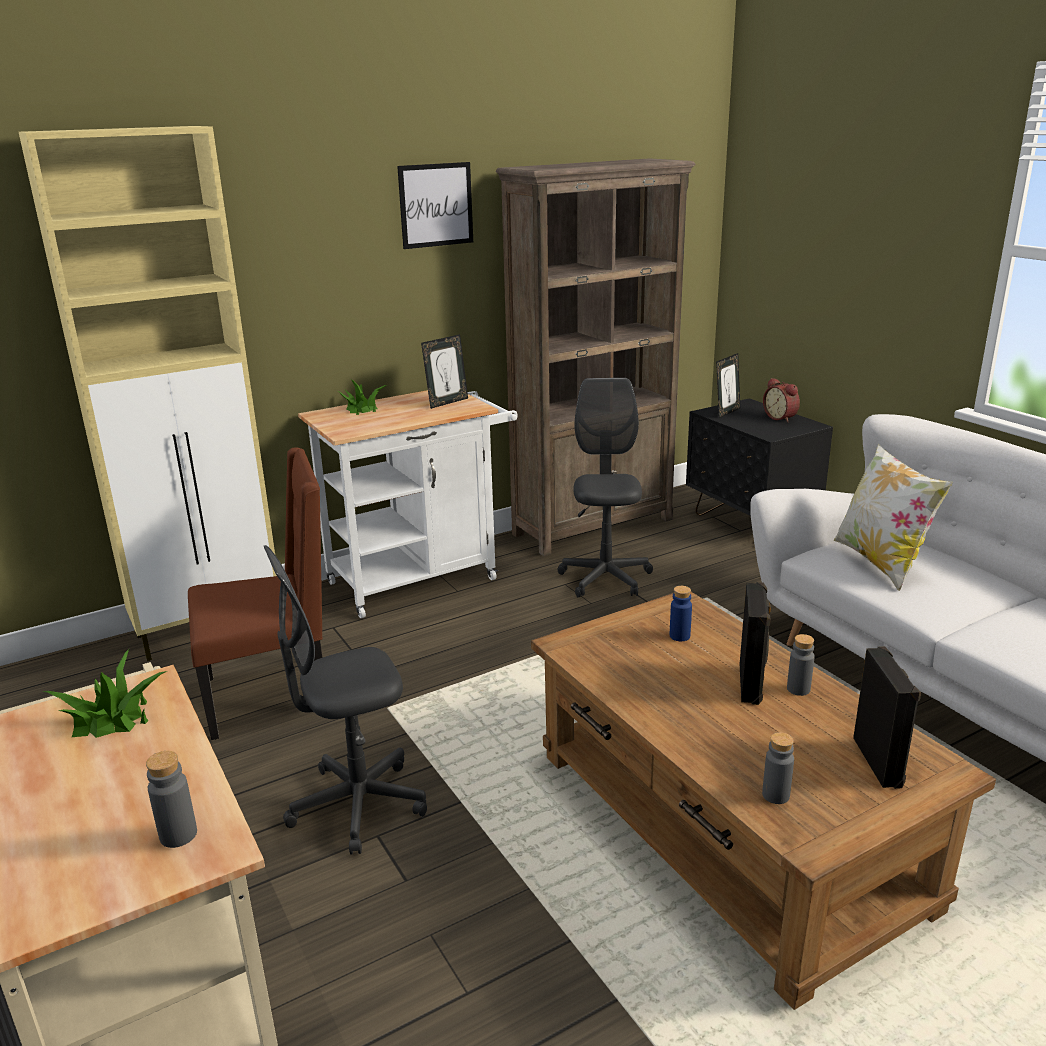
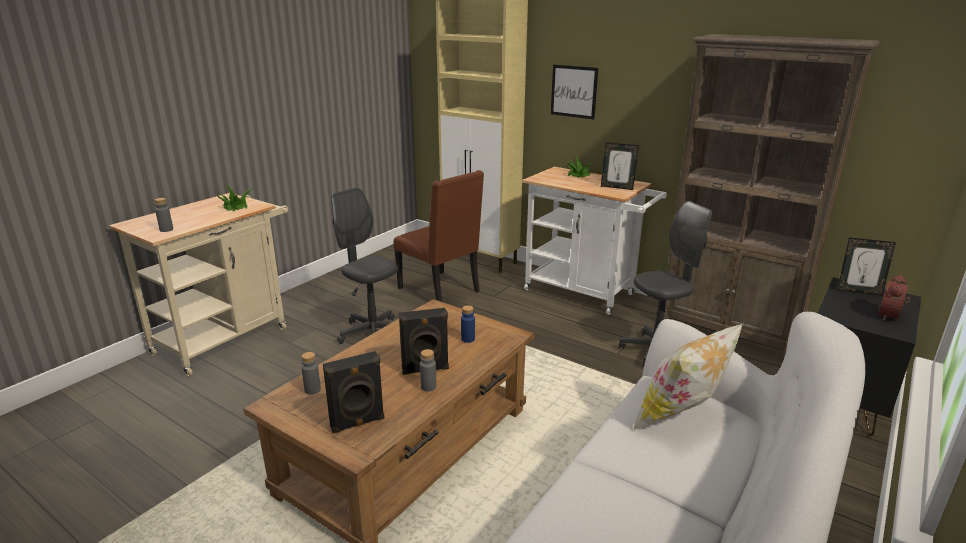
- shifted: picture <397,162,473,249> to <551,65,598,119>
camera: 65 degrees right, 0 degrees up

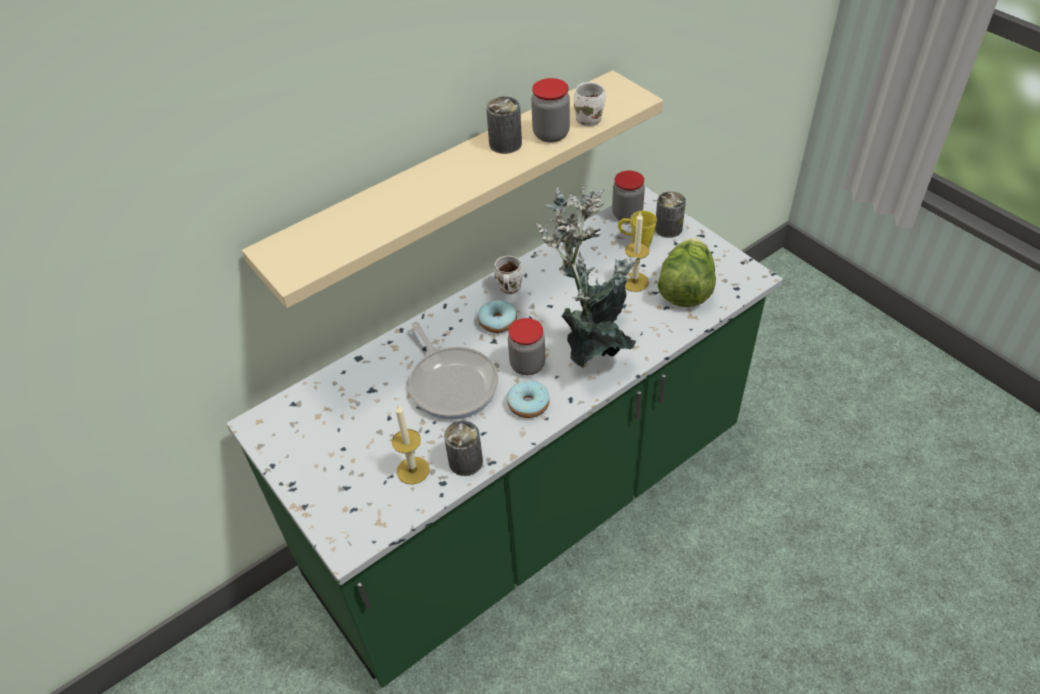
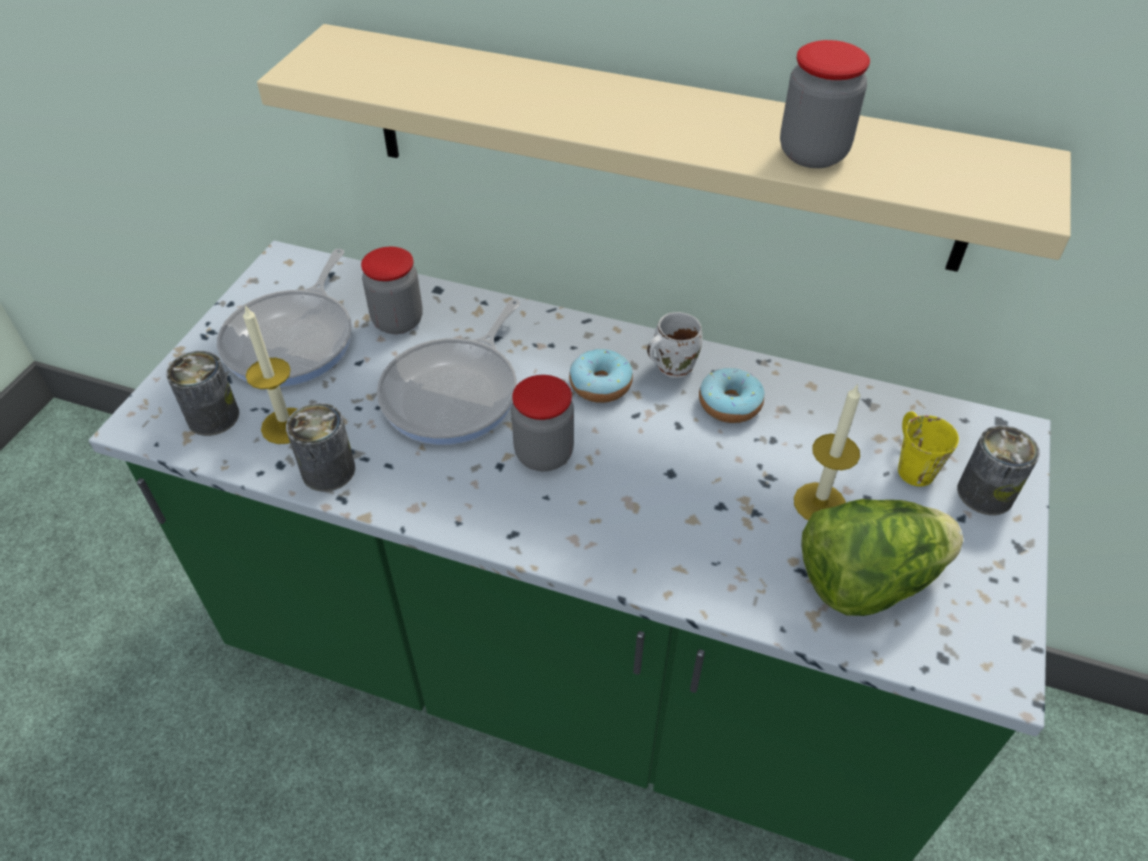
- shifted: sealed can <486,96,522,154> to <166,351,239,436>
- shifted: ring doughnut <507,380,550,418> to <699,368,765,423>
- gone: plant in a pot <535,186,637,368>
- gone: tea mug in whitish <573,82,606,127>
- shifted: preserve jar <612,171,645,220> to <361,247,423,334>
- new: skillet <217,249,352,387>
camera: 55 degrees right, 0 degrees up

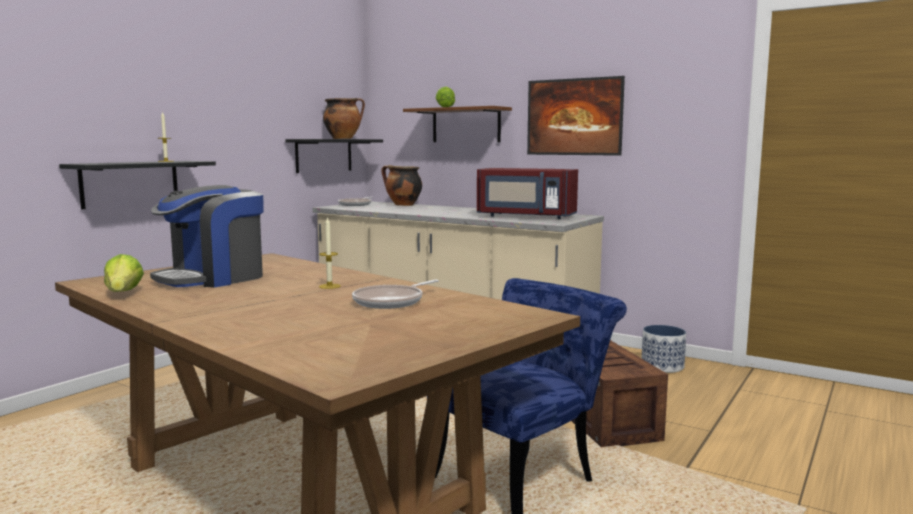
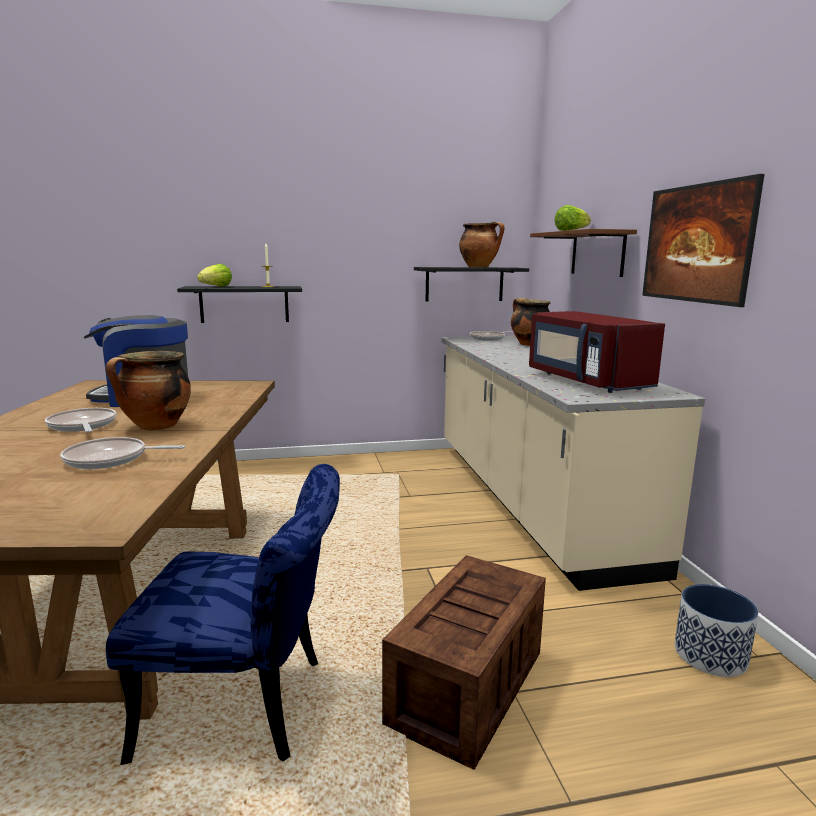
- shifted: lettuce head <104,254,144,292> to <197,264,232,287>
- swapped: wax light <319,217,341,289> to stockpot <106,351,191,431>
- new: skillet <45,408,116,432>
camera: 45 degrees right, 5 degrees up

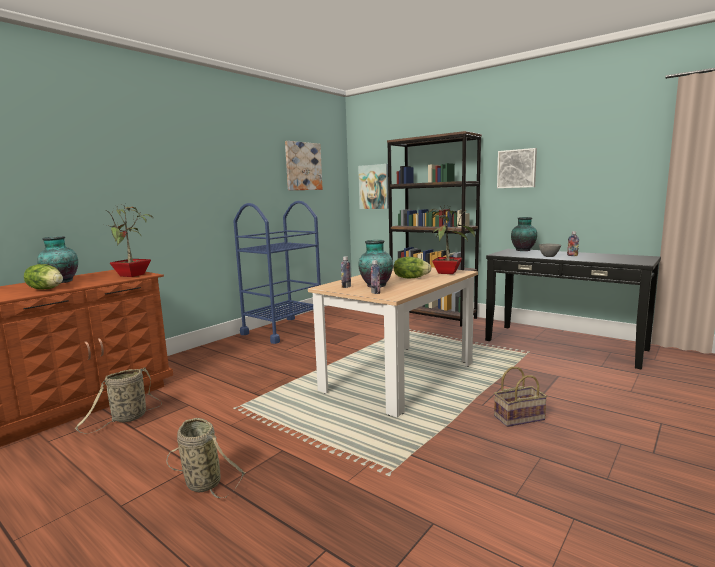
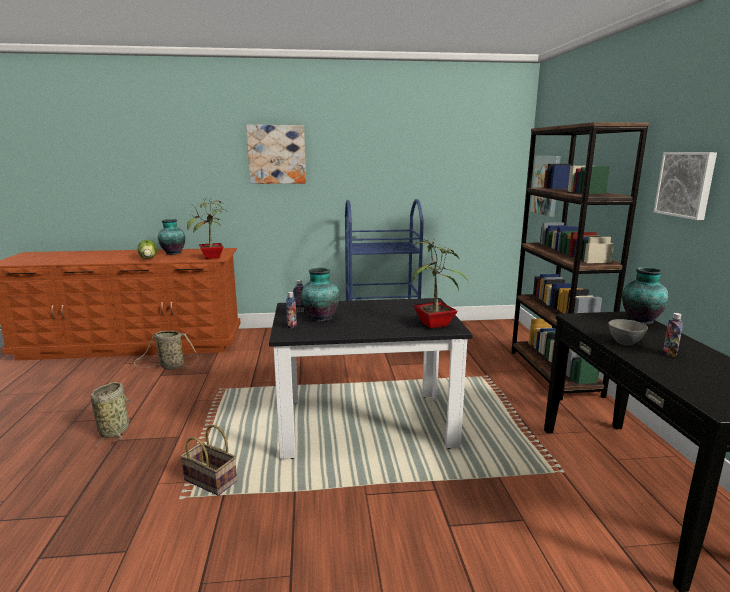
- shifted: picture <285,141,323,191> to <246,125,306,184>
- repainted: dining table in sand-coloured <308,266,478,417> to dining table in black <269,298,473,459>
- gone: lettuce head <394,257,431,278>
- shifted: storage basket <494,367,547,427> to <180,425,237,496>
camera: 45 degrees right, 5 degrees up

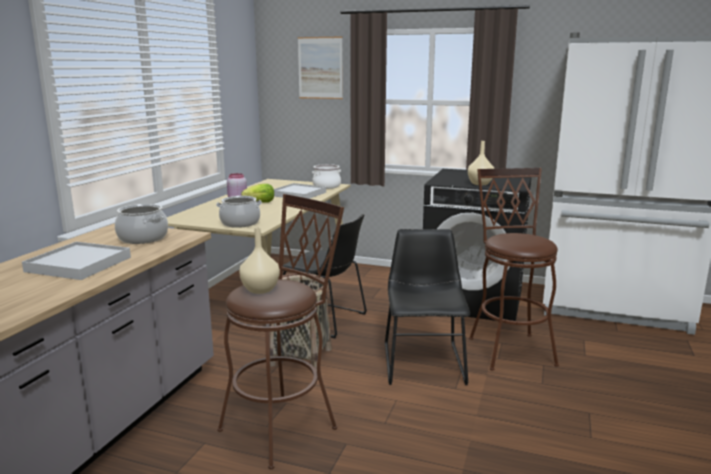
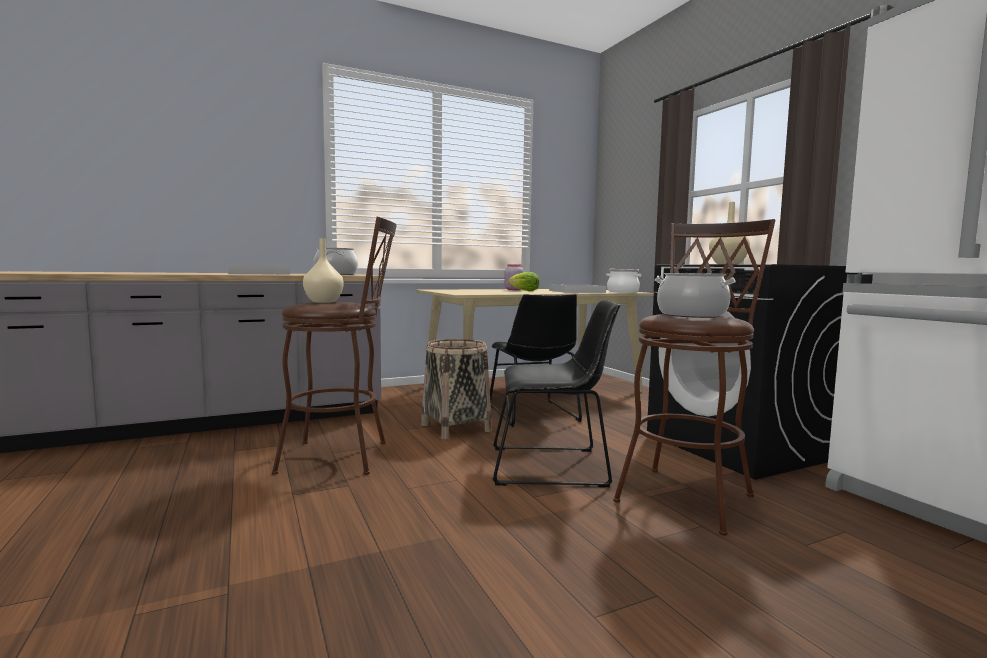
- shifted: stockpot <216,196,262,228> to <655,273,736,318>
- gone: picture <298,36,343,99>
- rotated: plain chair in black <385,229,470,385> = <492,300,620,487> 45 degrees clockwise
camera: 45 degrees right, 10 degrees down

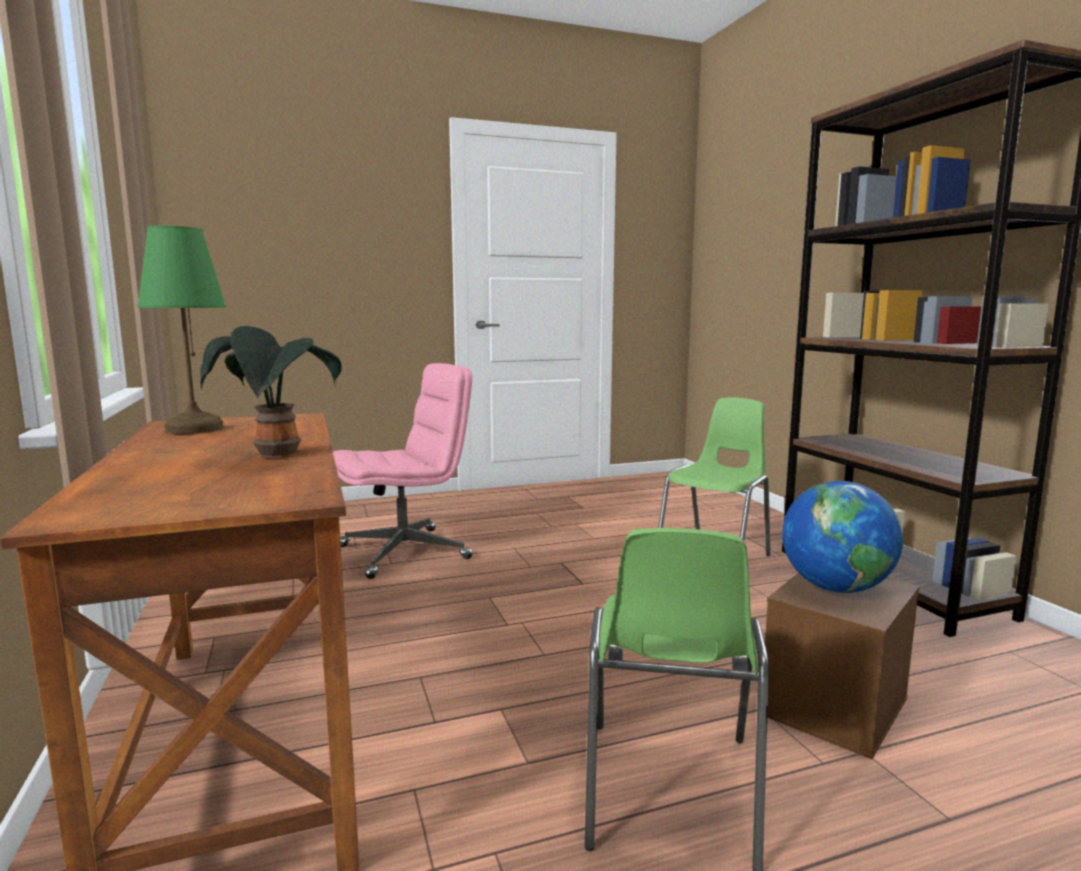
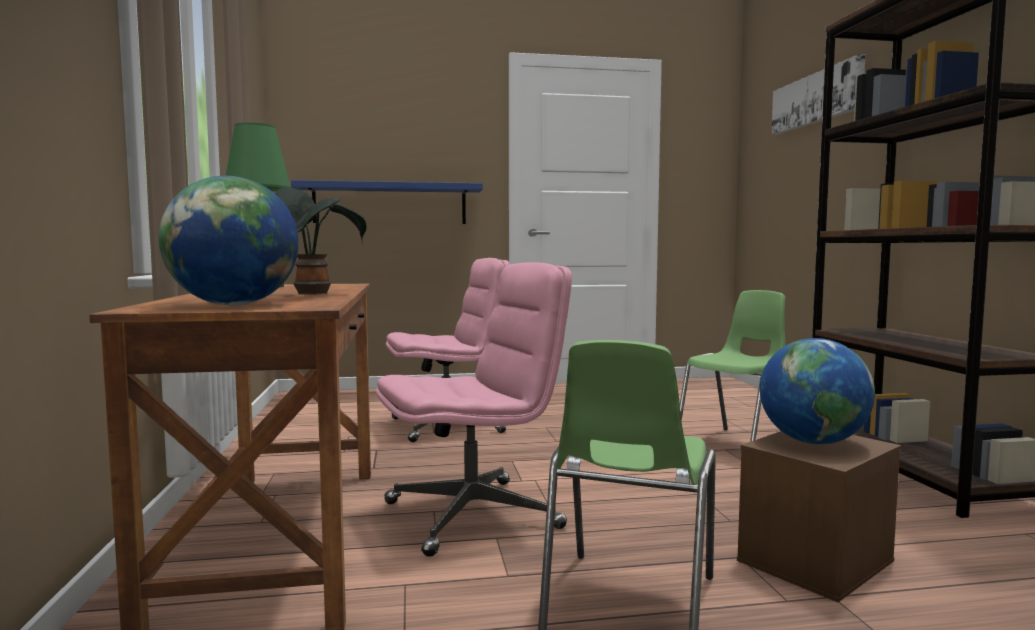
- new: globe <159,176,299,305>
- new: wall shelf in blue-coloured <291,180,483,224>
- new: computer chair in pink <376,262,572,557>
- new: picture <771,54,866,135>
camera: 10 degrees right, 5 degrees down

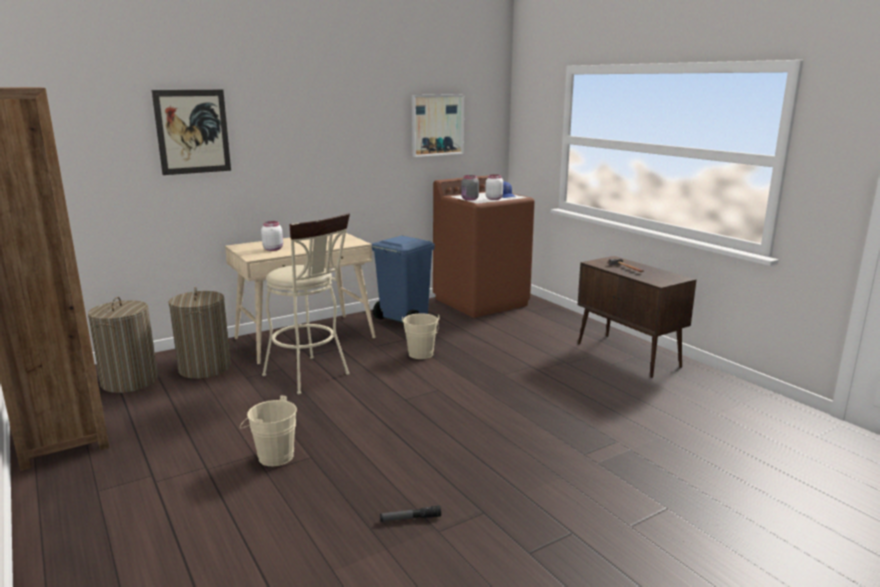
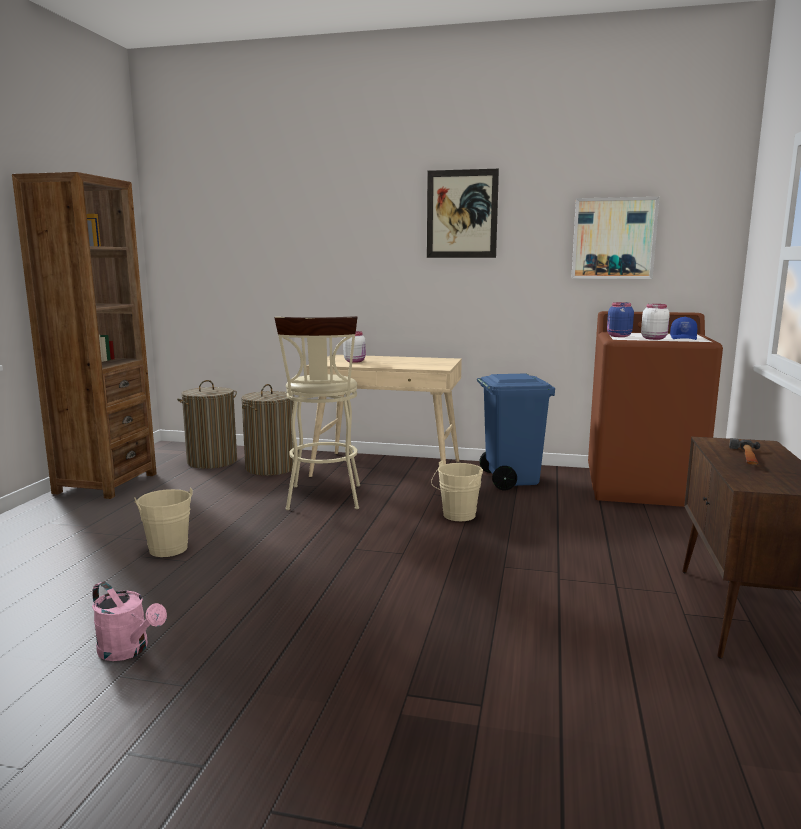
- shifted: picture <152,90,231,175> to <427,169,499,258>
- swapped: torch <380,505,441,522> to sprinkling can in pink <92,582,167,661>
- repainted: preserve jar in gray <461,175,479,201> to preserve jar in blue-coloured <607,302,634,337>
camera: 45 degrees right, 5 degrees down

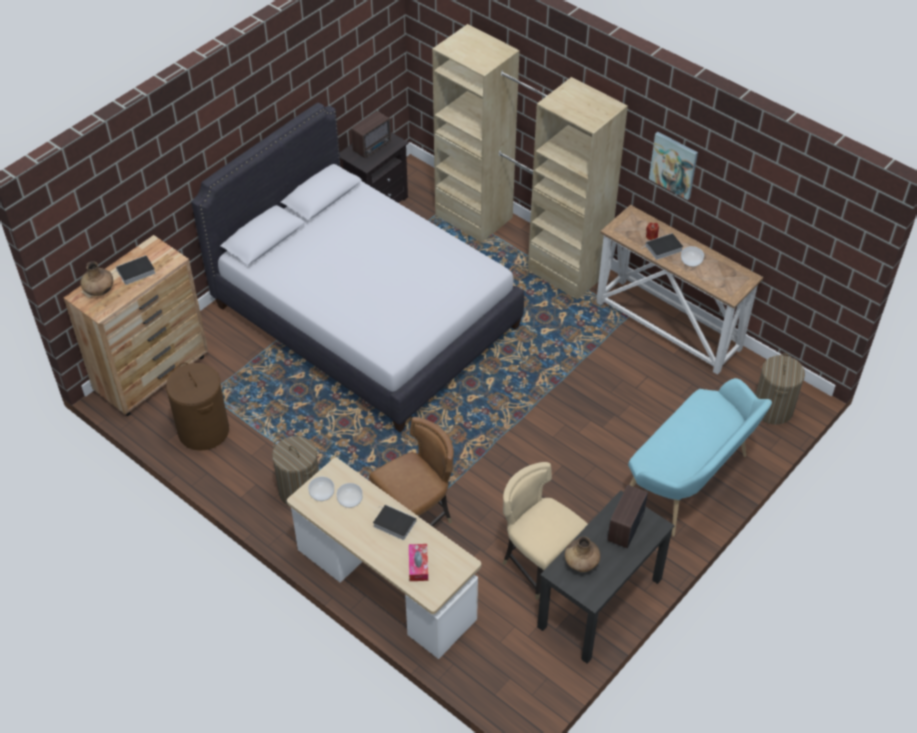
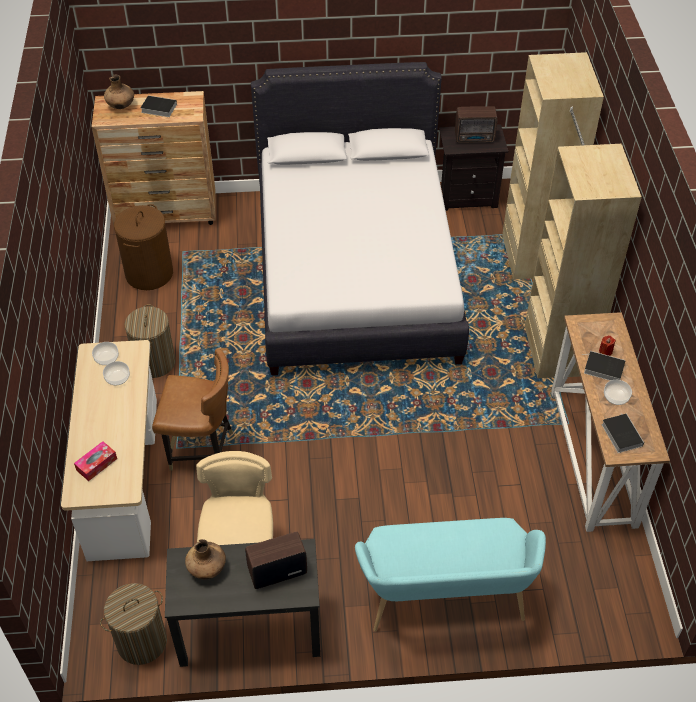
- shifted: bound book <373,504,416,540> to <602,412,644,453>
- gone: picture <649,132,698,200>
- shifted: washing basket <756,353,805,425> to <100,583,167,665>
camera: 45 degrees right, 0 degrees up

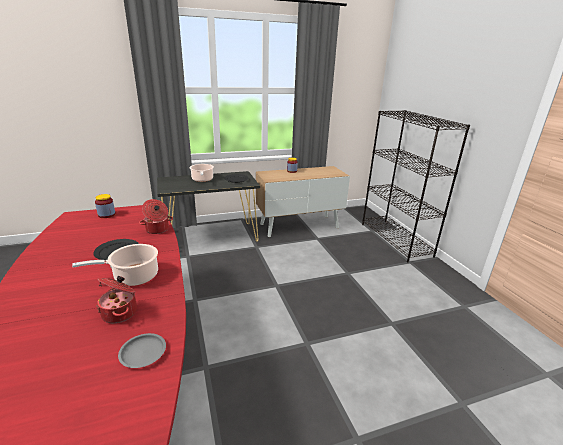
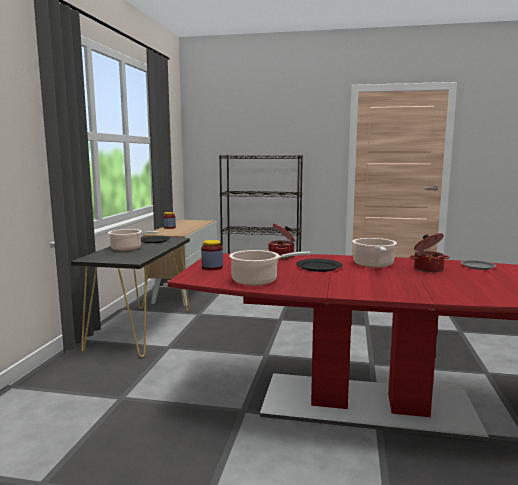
- new: stockpot <229,250,311,286>
camera: 60 degrees left, 15 degrees down

